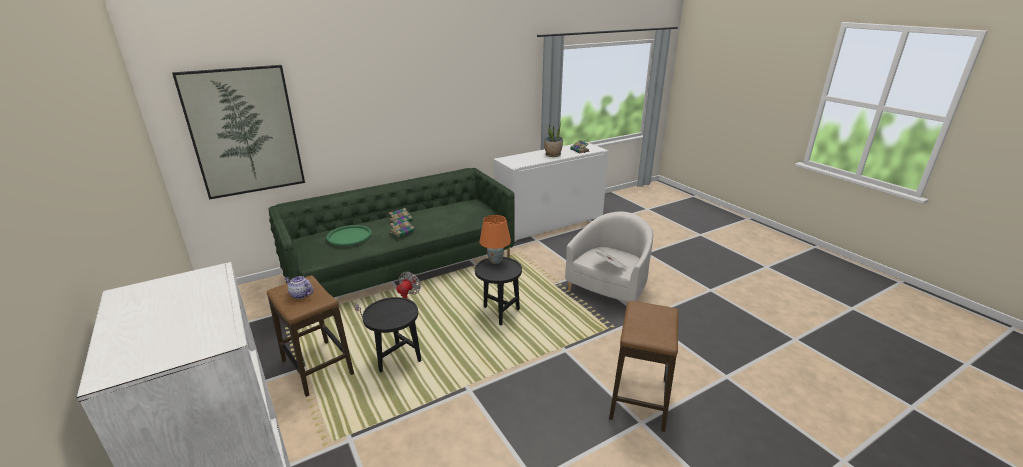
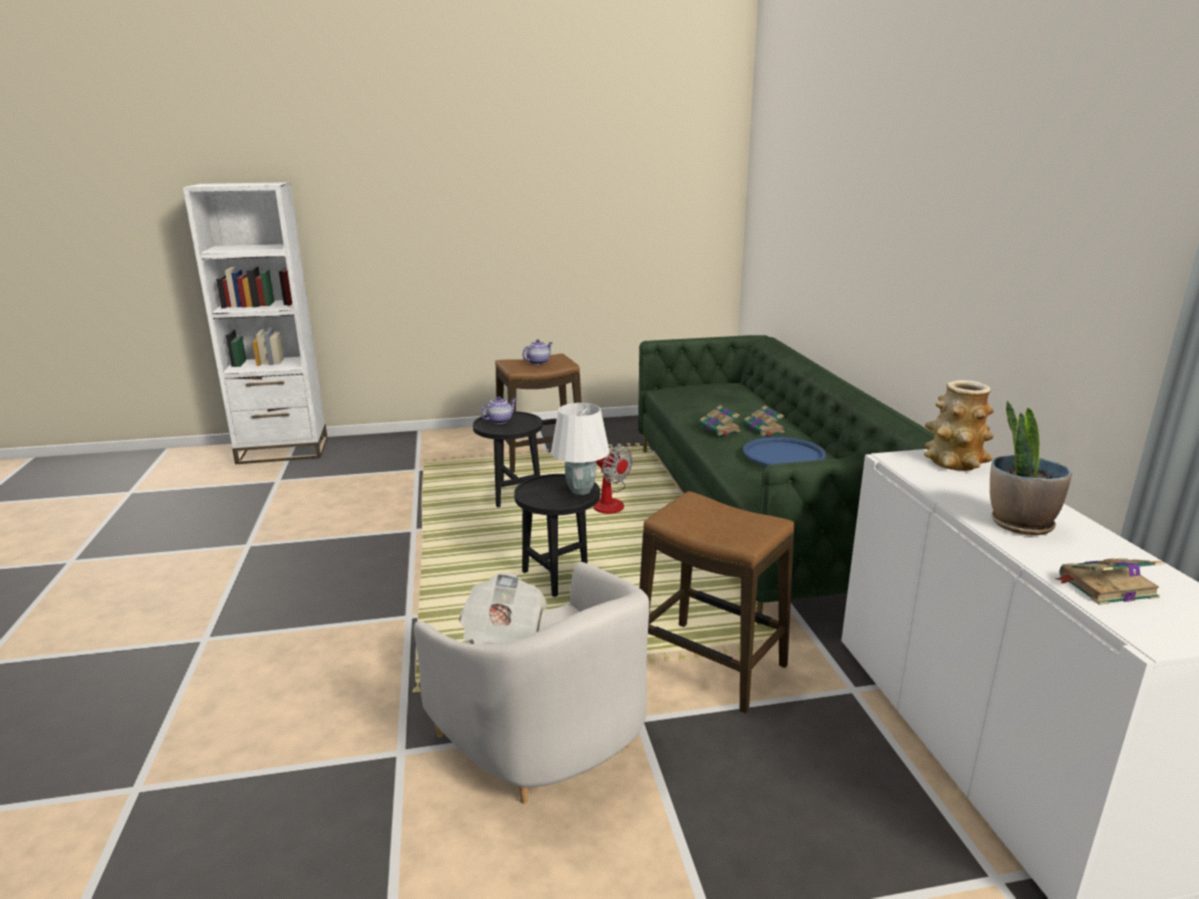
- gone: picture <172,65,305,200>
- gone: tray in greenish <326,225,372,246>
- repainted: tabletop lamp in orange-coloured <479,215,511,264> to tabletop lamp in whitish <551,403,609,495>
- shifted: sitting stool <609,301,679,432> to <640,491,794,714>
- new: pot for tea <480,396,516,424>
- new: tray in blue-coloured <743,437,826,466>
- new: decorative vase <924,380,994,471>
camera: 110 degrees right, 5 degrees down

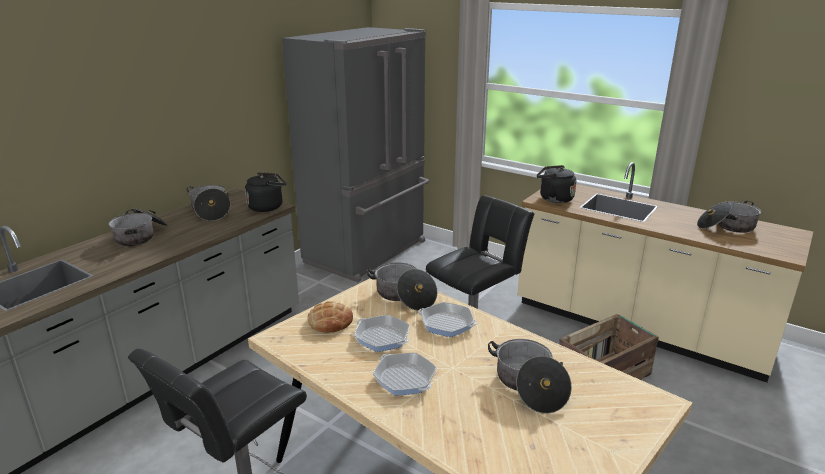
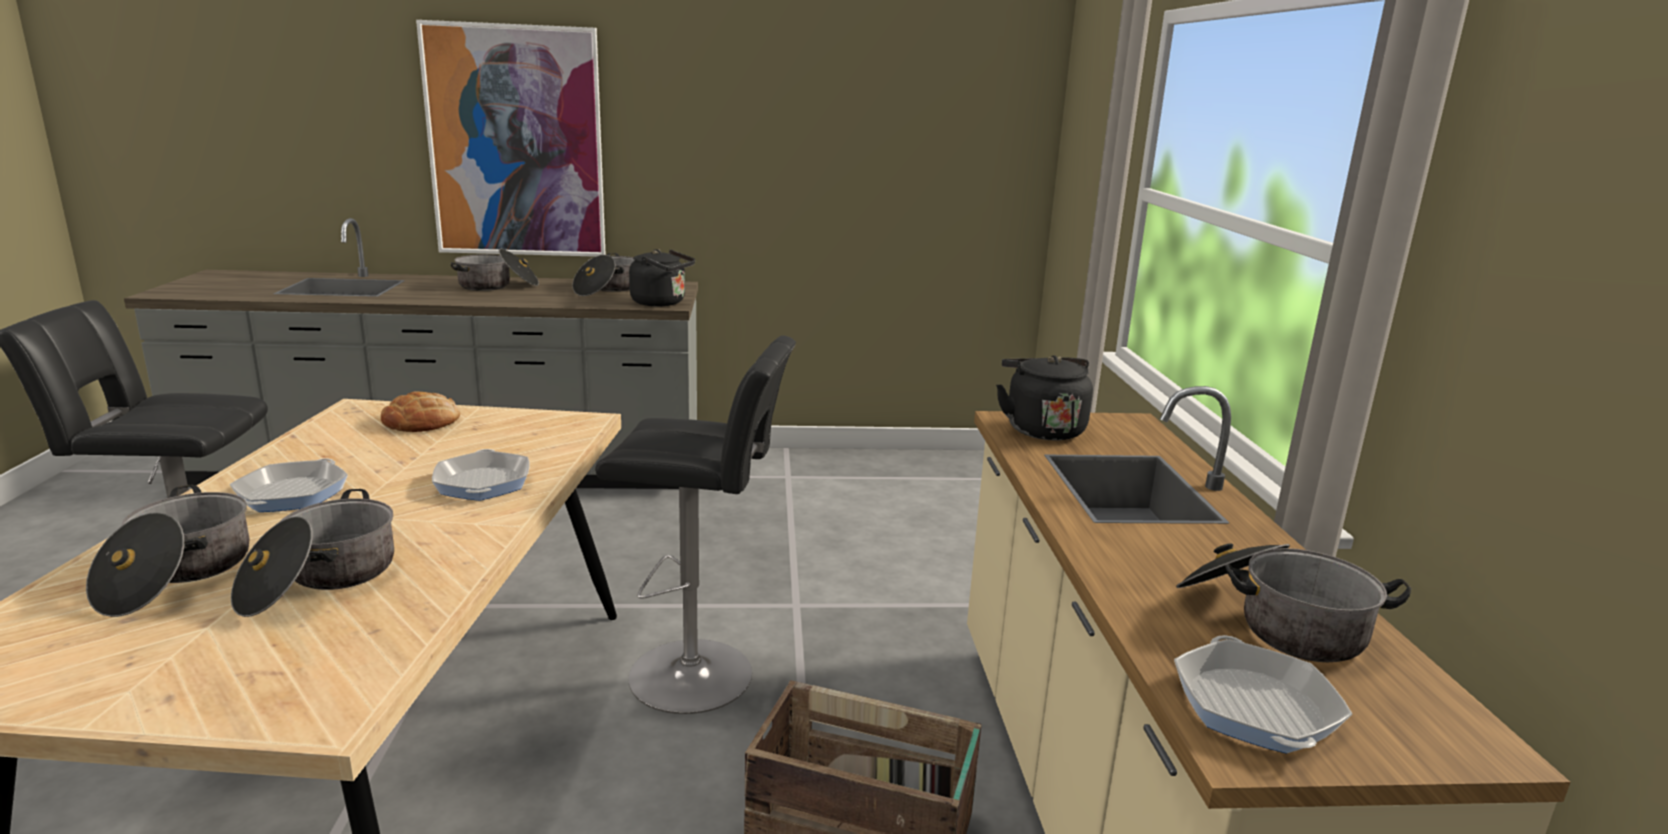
- gone: kitchen fridge in gray <282,27,429,282>
- shifted: skillet <354,315,409,352> to <1174,635,1352,753>
- shifted: stockpot <367,262,437,311> to <86,485,249,617>
- new: picture <416,20,606,257>
camera: 50 degrees right, 5 degrees down

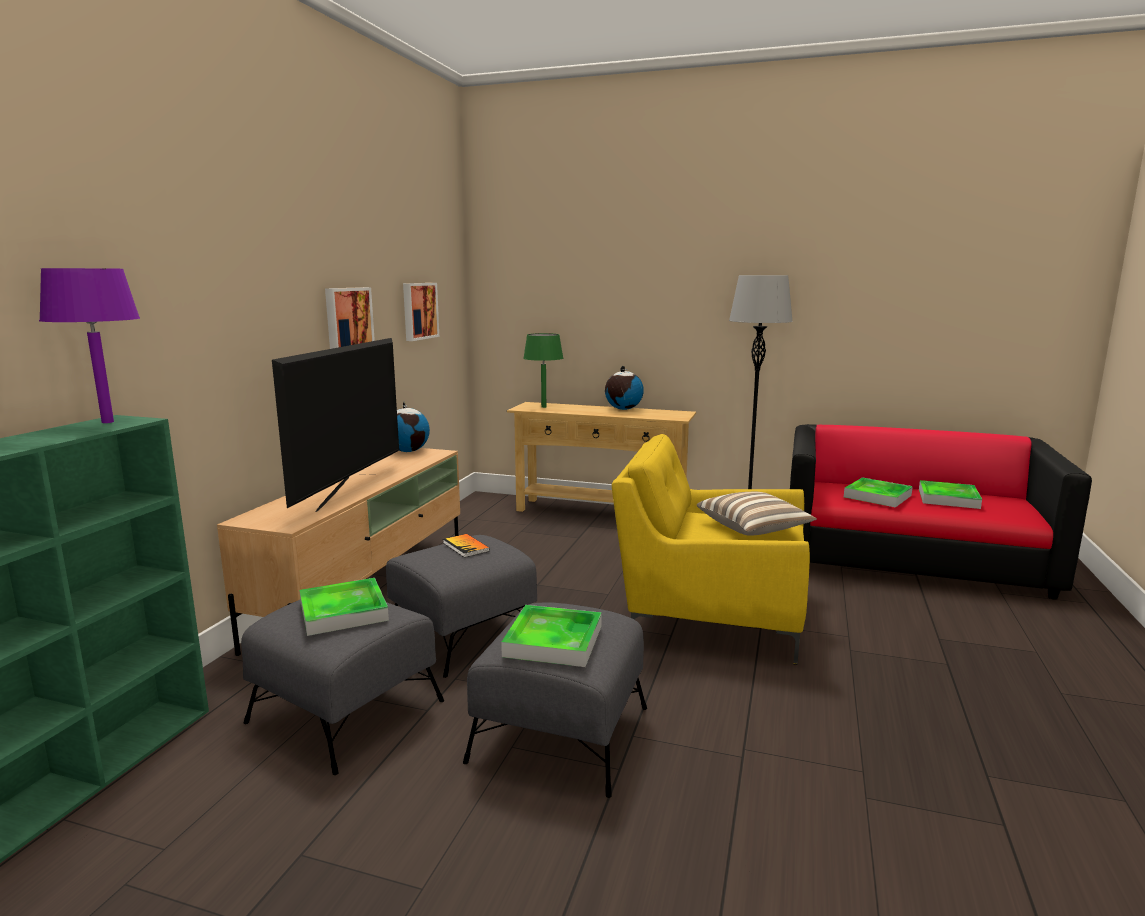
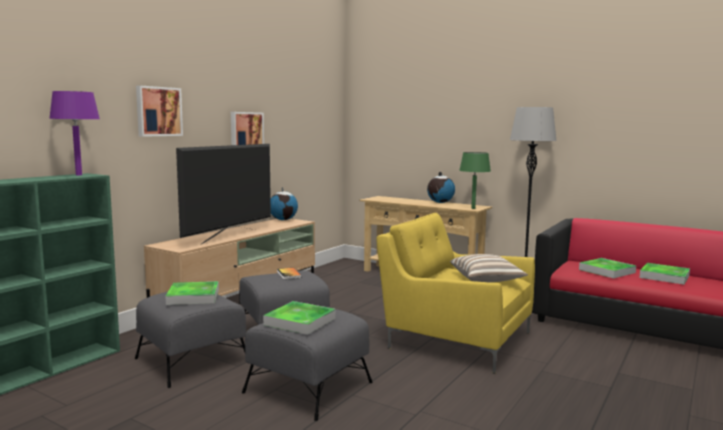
- shifted: picture <403,283,439,341> to <136,86,183,137>
- shifted: tabletop lamp in greenish <523,333,563,408> to <459,152,491,209>
camera: 15 degrees right, 5 degrees down

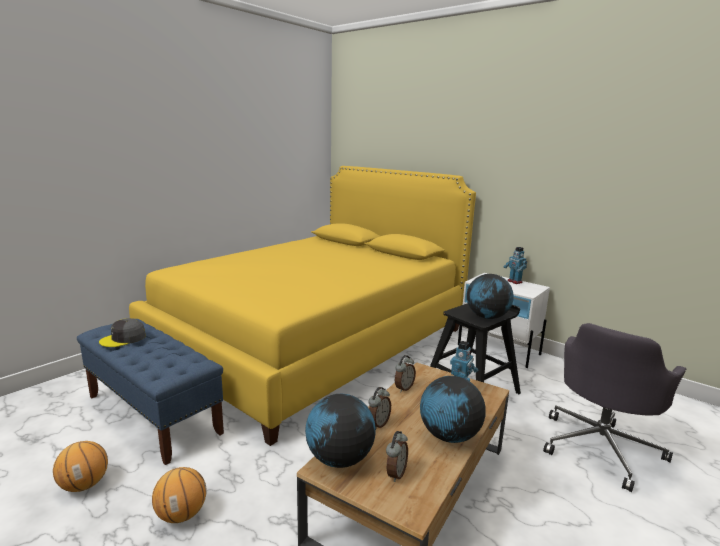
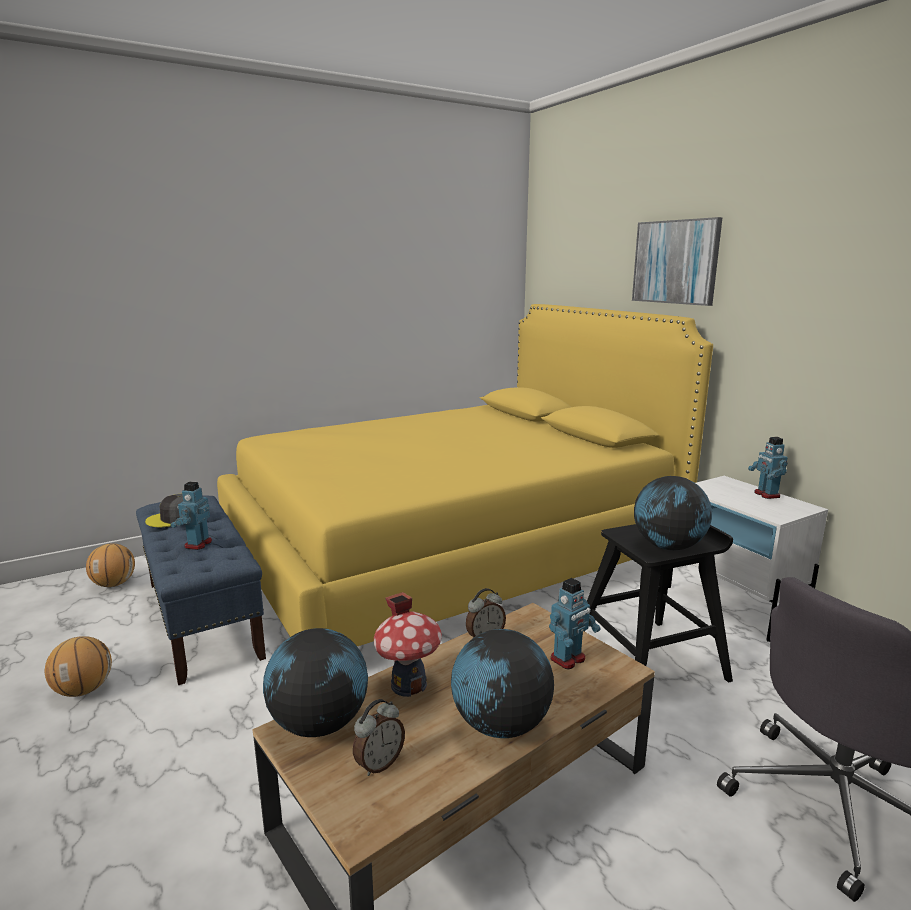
- shifted: basketball ball <152,467,207,523> to <86,543,135,587>
- swapped: bedside clock <369,387,391,430> to toy house <374,592,442,697>
- new: robot figure <171,481,212,550>
- new: picture <632,217,723,306>
camera: 20 degrees right, 0 degrees up

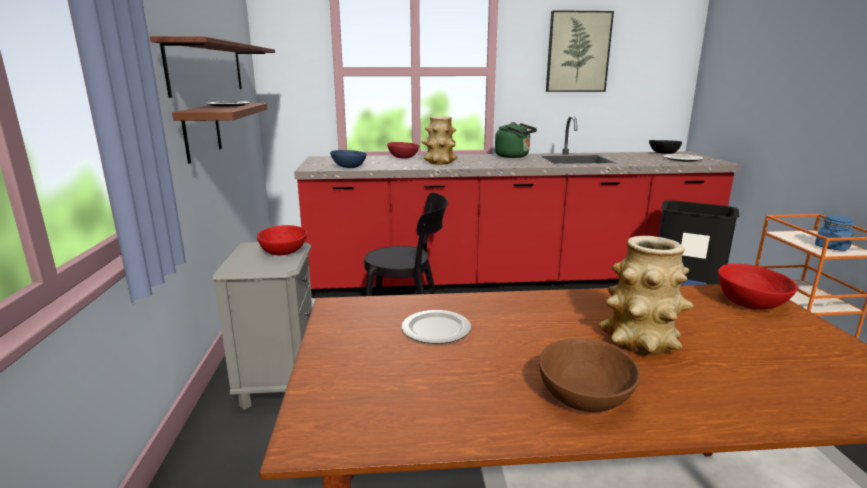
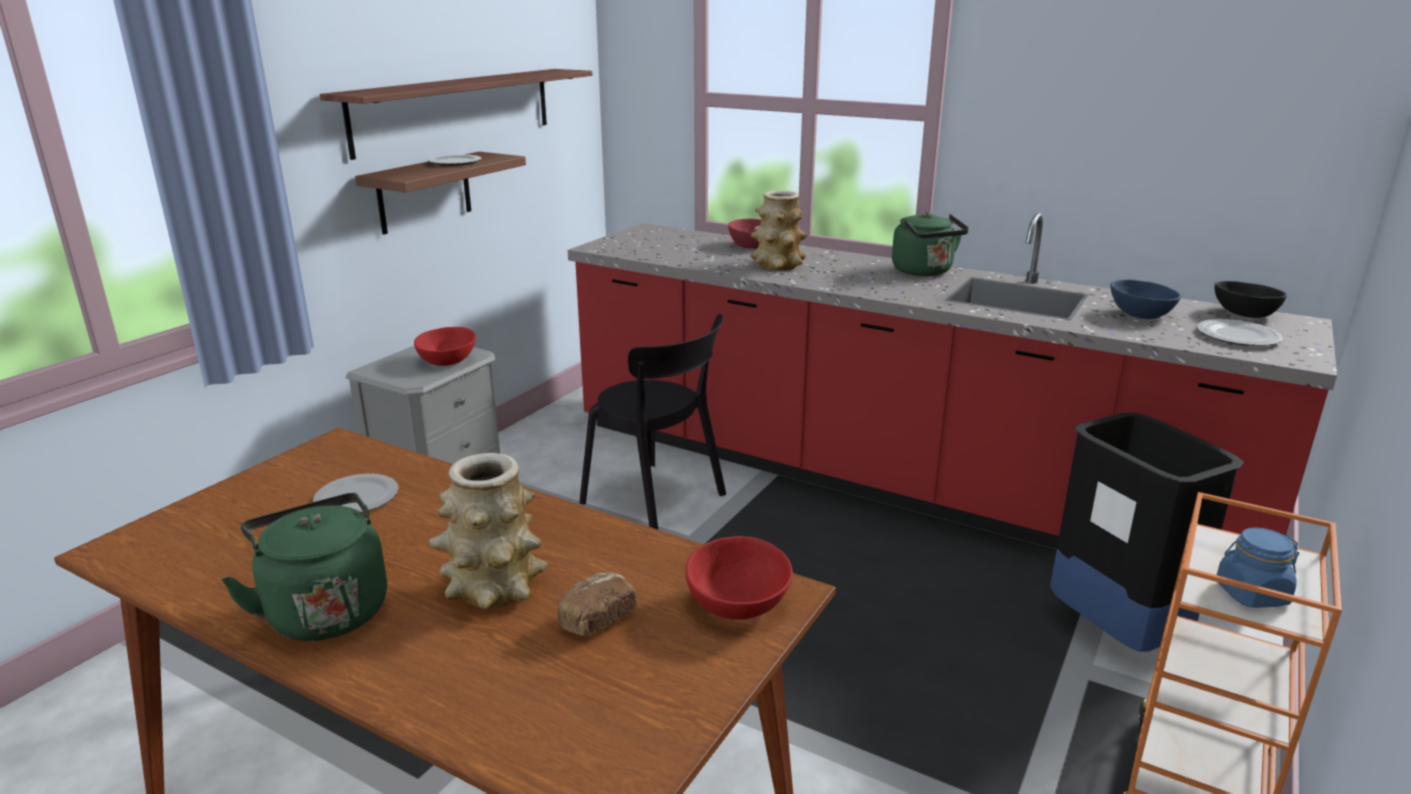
- shifted: deep dish in blue-coloured <330,150,367,168> to <1111,279,1181,319>
- swapped: deep dish in brown <539,338,640,412> to water kettle in greenish <222,493,387,641>
- gone: picture <546,10,614,92>
- new: bread <558,572,637,637>
camera: 35 degrees right, 5 degrees up

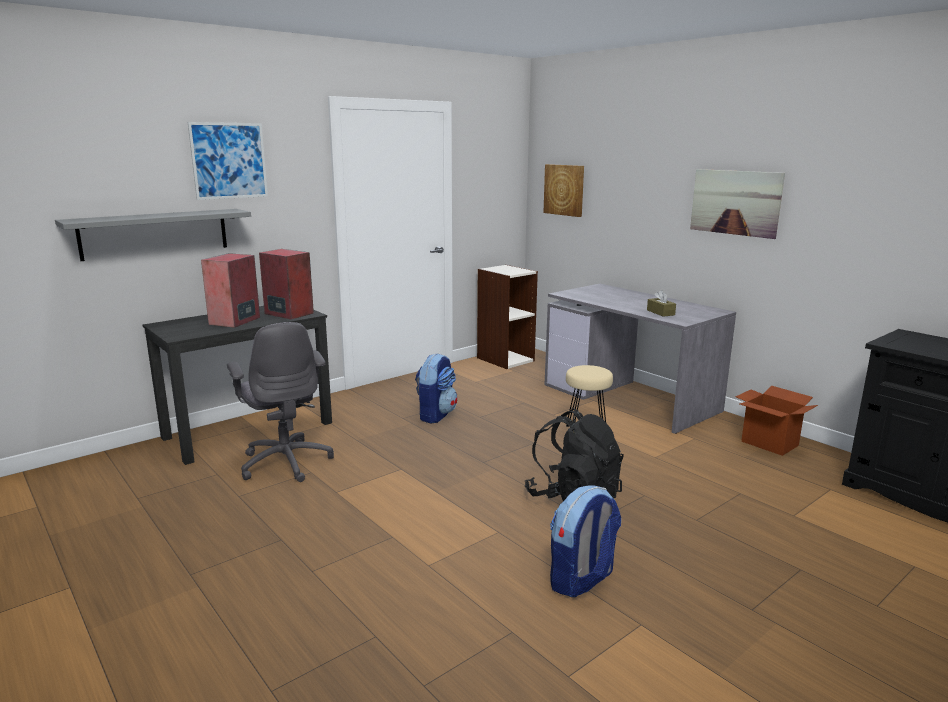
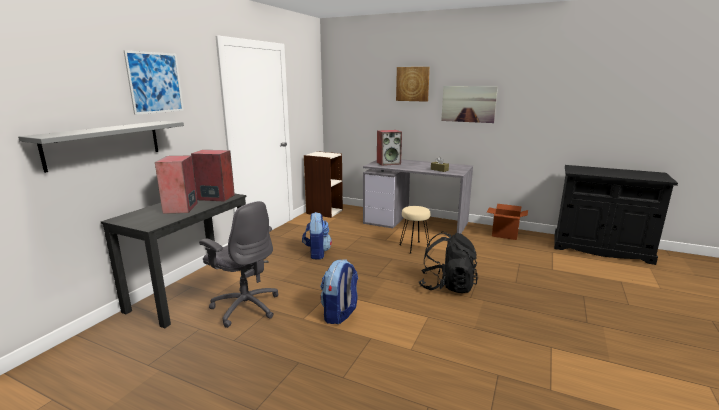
- shifted: picture <543,164,584,217> to <396,67,430,102>
- shifted: rucksack <550,485,621,597> to <320,259,358,324>
- new: audio speaker <377,130,402,166>
camera: 25 degrees left, 0 degrees up

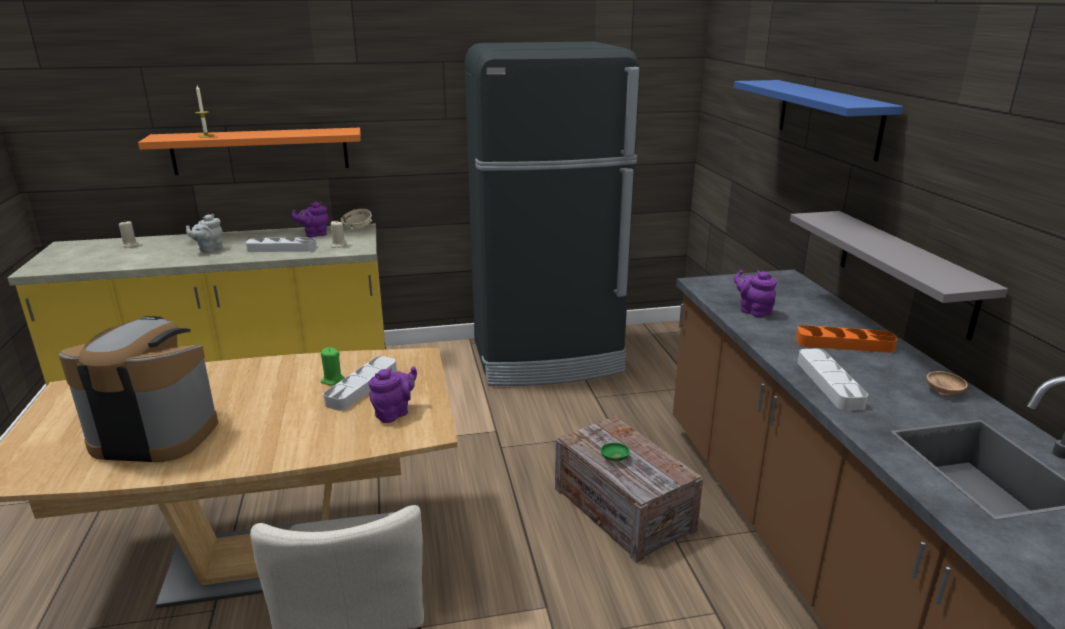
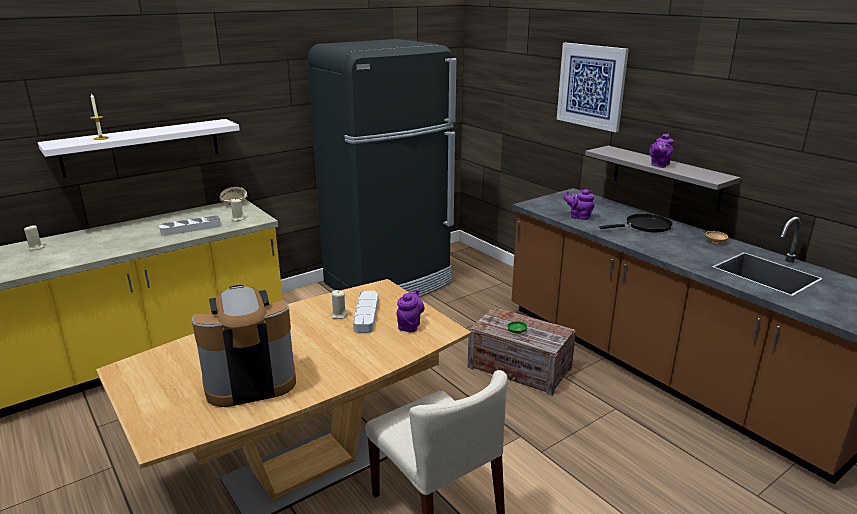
- repainted: wall shelf in orange-coloured <138,128,361,175> to wall shelf in whitish <38,119,240,178>
- gone: pot for tea in gray <186,214,223,253>
- shifted: pot for tea in purple-coloured <291,202,329,237> to <649,134,674,168>
- repainted: wax light in greenish <321,347,345,385> to wax light in sand-coloured <331,290,348,319>
- swapped: wall shelf in blue-coloured <734,80,903,162> to picture <557,43,629,132>
- swapped: tray in orange-coloured <796,325,897,353> to skillet in black <599,214,673,232>
- gone: tray in gray <798,348,868,411>
camera: 25 degrees left, 0 degrees up

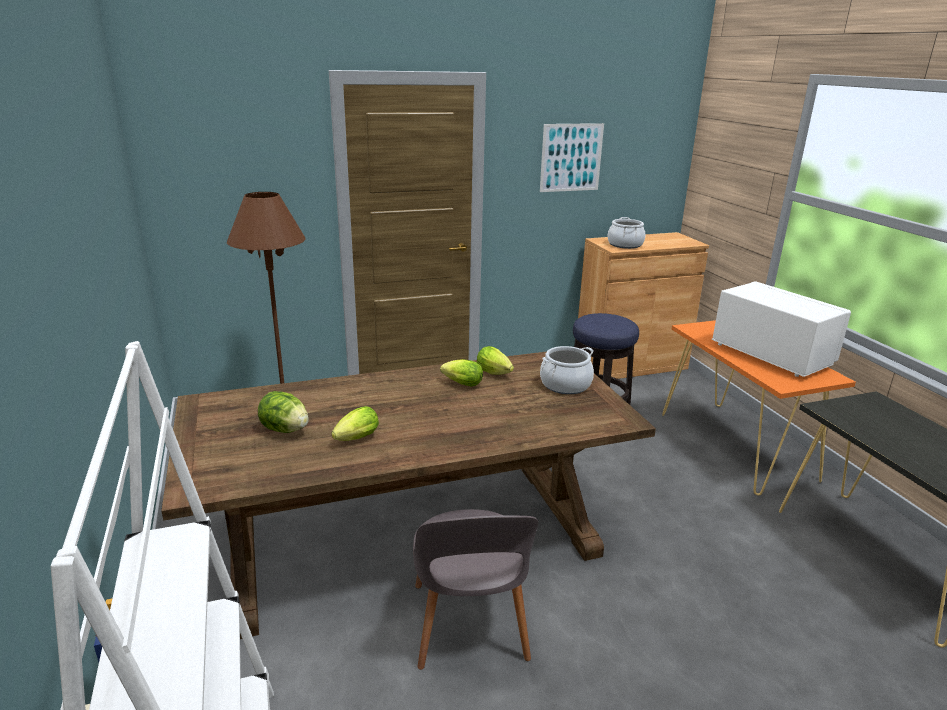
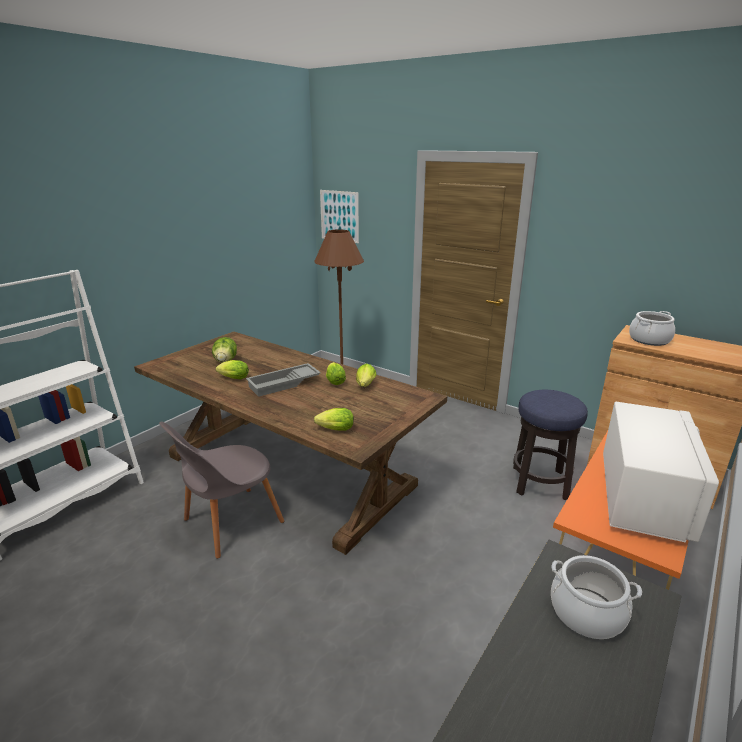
- shifted: picture <540,123,604,192> to <320,190,359,243>
- shifted: stockpot <540,346,594,394> to <551,555,642,639>
- new: tray in gray <246,363,321,397>
- new: lettuce head <314,408,354,431>
camera: 55 degrees right, 0 degrees up

